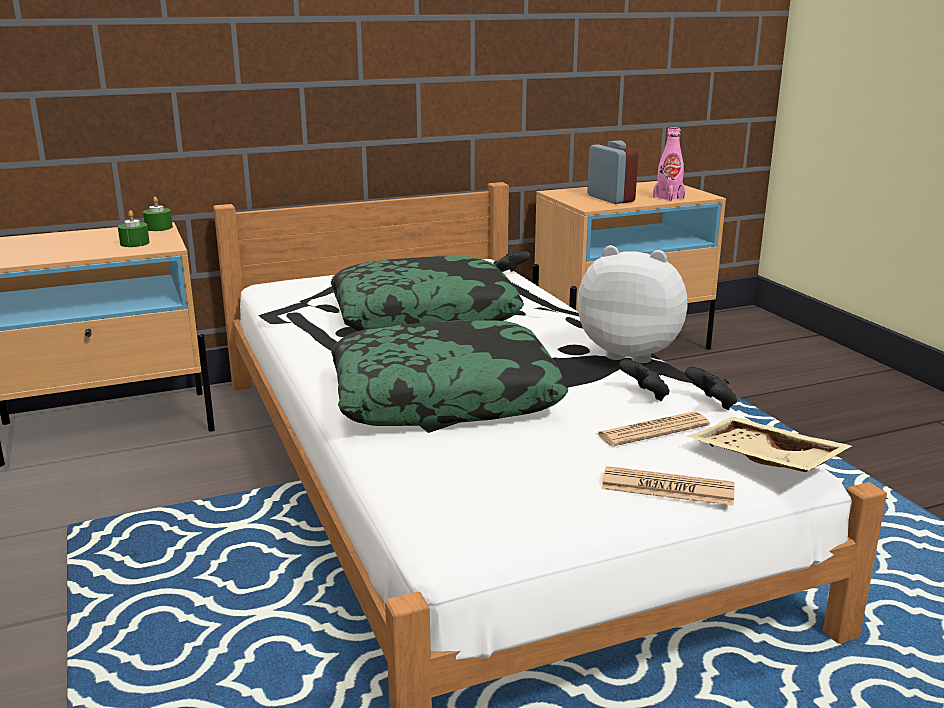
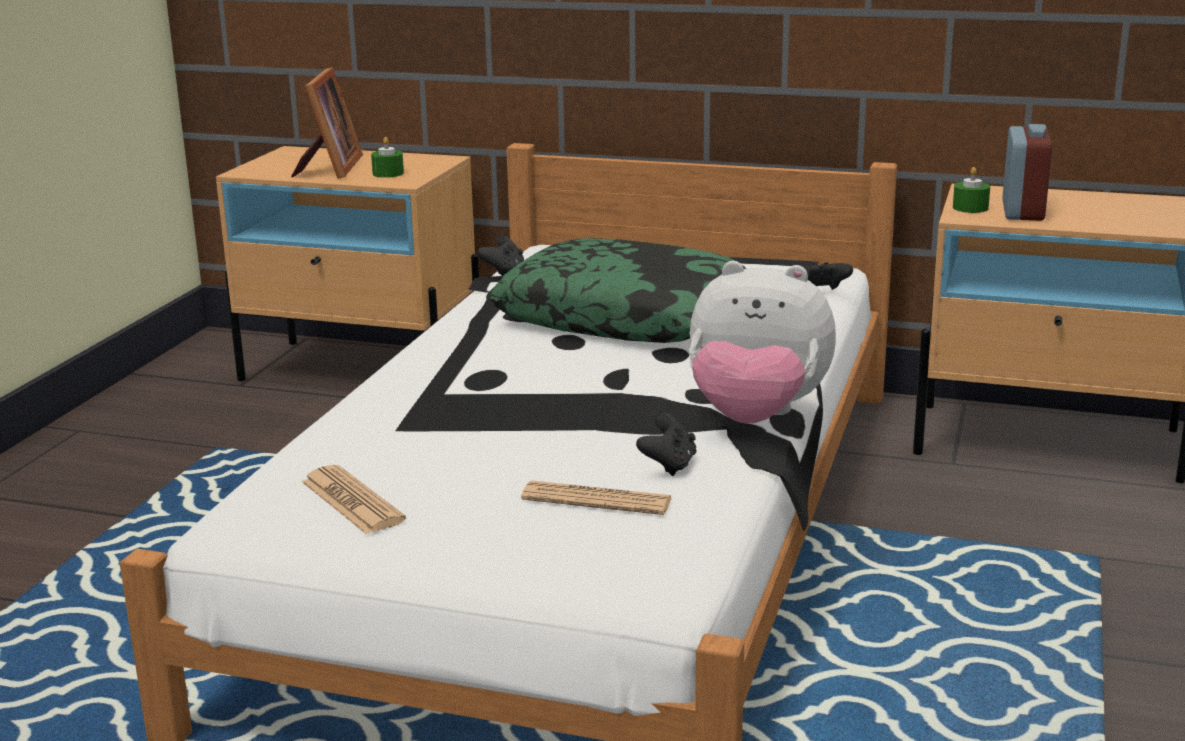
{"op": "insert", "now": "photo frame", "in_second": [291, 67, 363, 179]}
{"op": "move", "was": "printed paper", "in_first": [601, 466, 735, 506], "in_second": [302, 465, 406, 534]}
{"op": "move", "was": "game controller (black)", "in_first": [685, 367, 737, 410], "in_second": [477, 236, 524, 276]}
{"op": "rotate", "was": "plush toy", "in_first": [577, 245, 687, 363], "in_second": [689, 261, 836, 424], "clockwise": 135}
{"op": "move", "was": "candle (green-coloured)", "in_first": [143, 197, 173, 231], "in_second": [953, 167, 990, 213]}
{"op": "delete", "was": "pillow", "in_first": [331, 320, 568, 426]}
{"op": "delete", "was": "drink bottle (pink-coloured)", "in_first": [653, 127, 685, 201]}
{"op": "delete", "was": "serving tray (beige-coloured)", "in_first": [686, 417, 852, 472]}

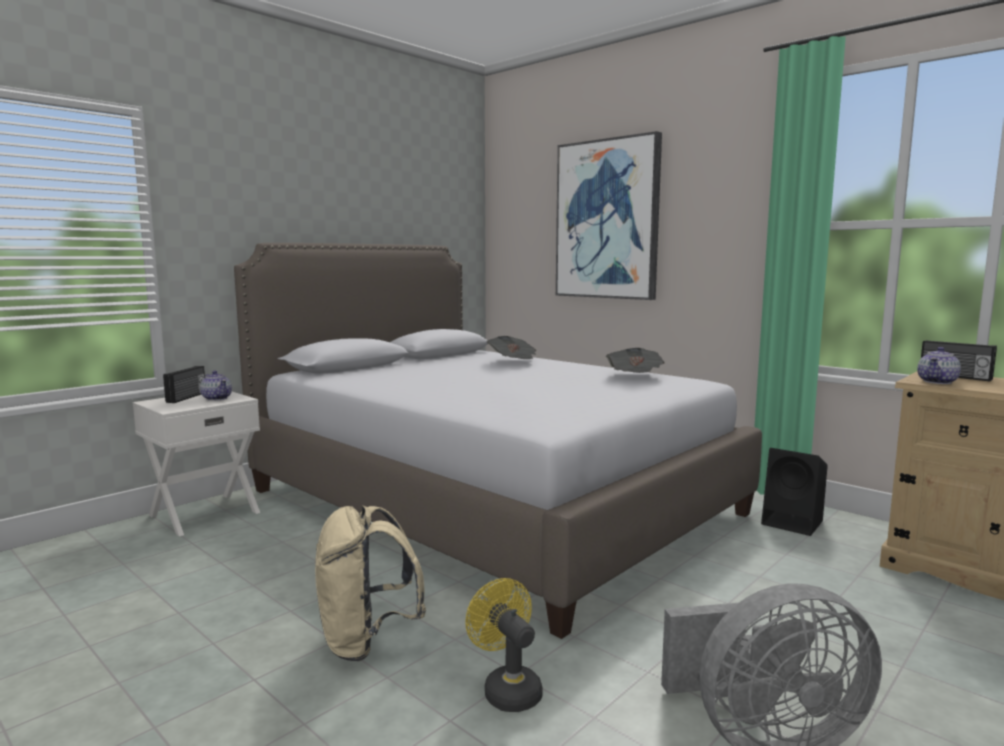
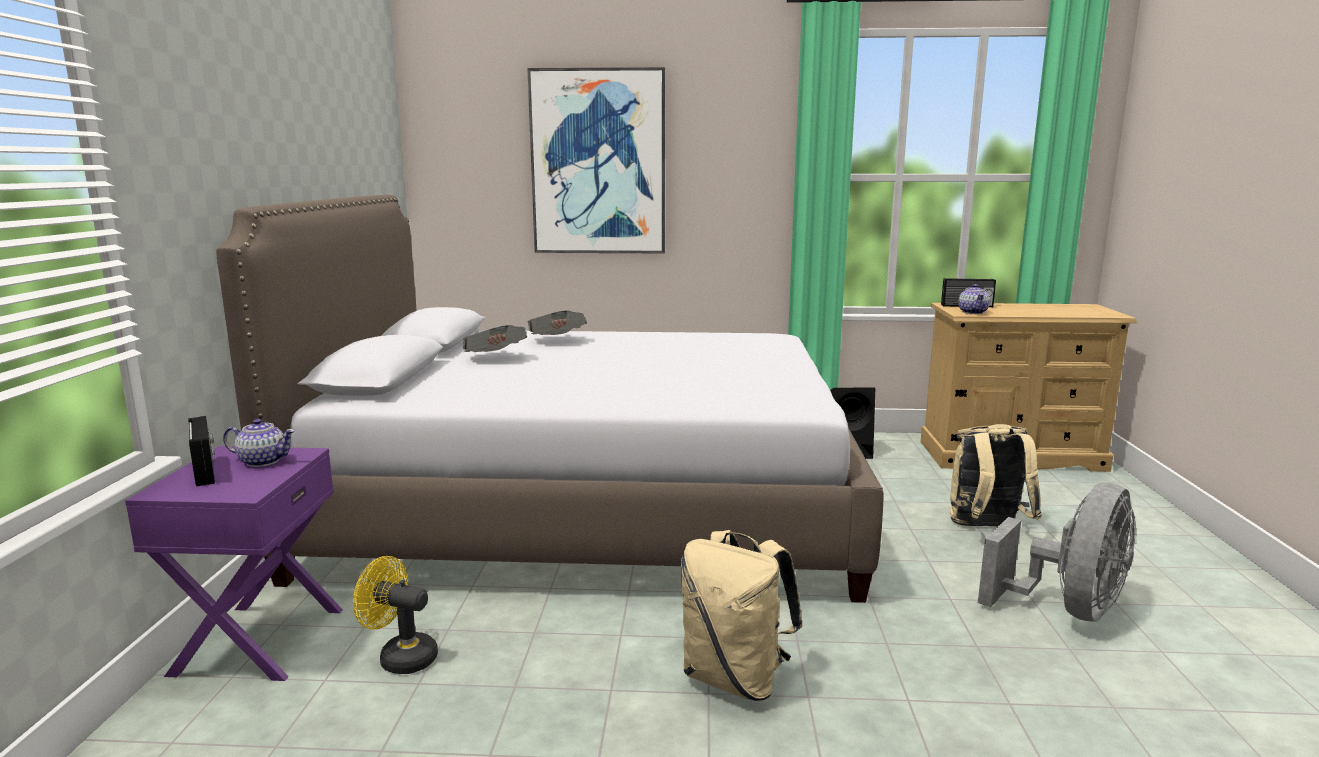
{"op": "recolor", "was": "bedside table (white)", "now": "bedside table (purple)", "in_first": [133, 392, 260, 536], "in_second": [125, 446, 343, 681]}
{"op": "move", "was": "cooling fan (yellowish)", "in_first": [465, 578, 543, 712], "in_second": [353, 556, 438, 674]}
{"op": "move", "was": "printed paper", "in_first": [606, 348, 665, 373], "in_second": [463, 325, 528, 352]}
{"op": "insert", "now": "rucksack (beige-coloured)", "in_second": [949, 424, 1042, 527]}

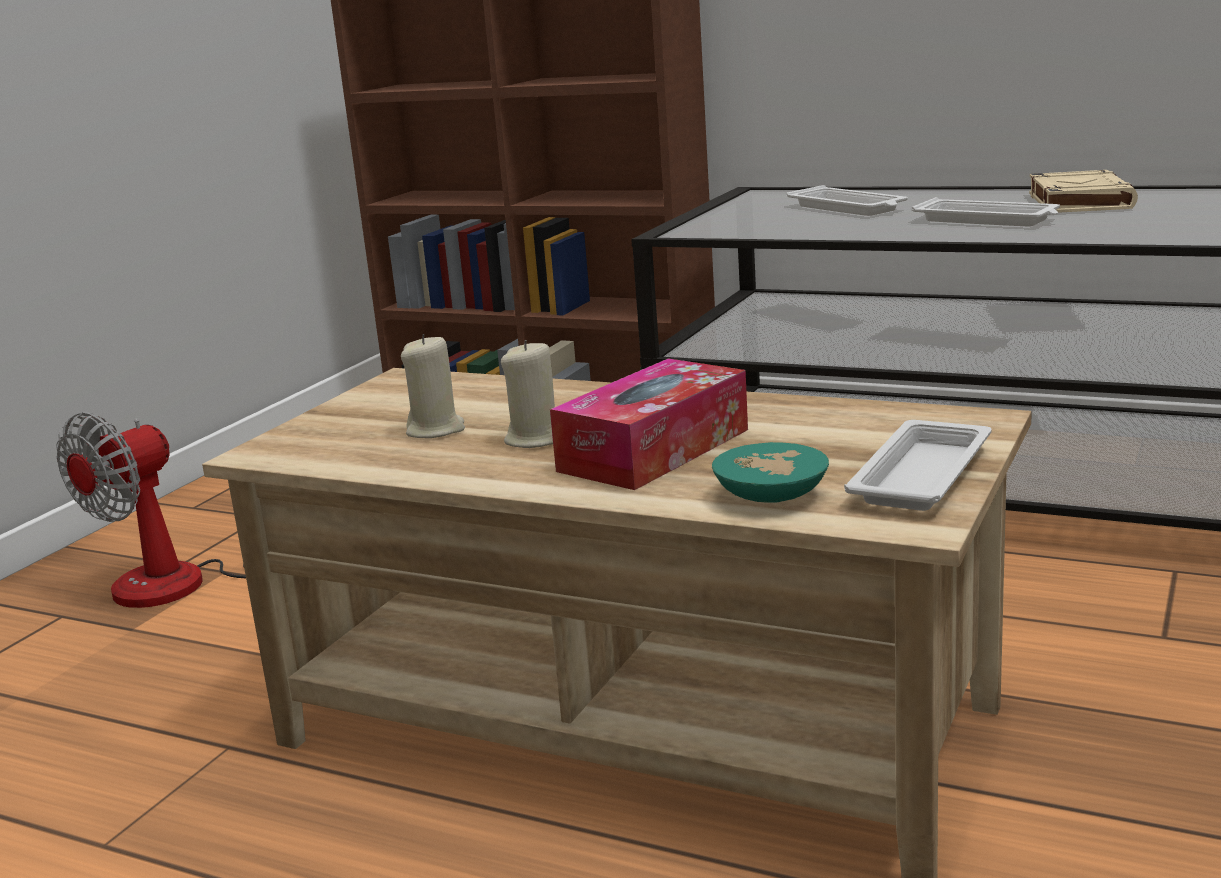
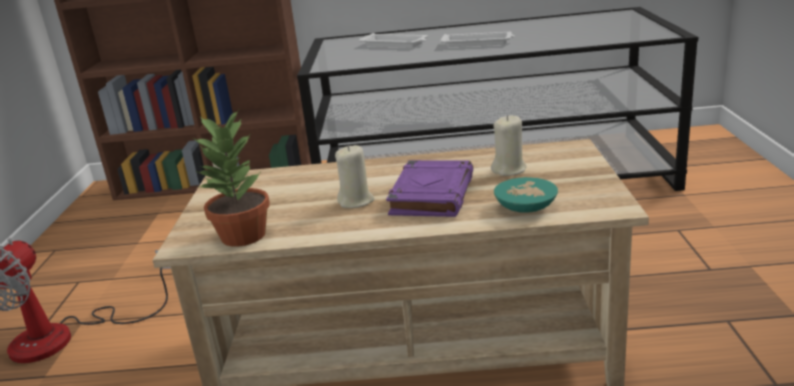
{"op": "insert", "now": "houseplant", "in_second": [193, 109, 270, 247]}
{"op": "replace", "was": "box of tissues", "now": "volume (purple)", "in_first": [550, 358, 748, 490], "in_second": [386, 160, 473, 217]}
{"op": "move", "was": "candle (beige-coloured)", "in_first": [401, 334, 465, 438], "in_second": [491, 115, 527, 176]}
{"op": "delete", "was": "serving tray (white)", "in_first": [844, 420, 992, 511]}
{"op": "delete", "was": "volume (beige-coloured)", "in_first": [1029, 170, 1138, 213]}

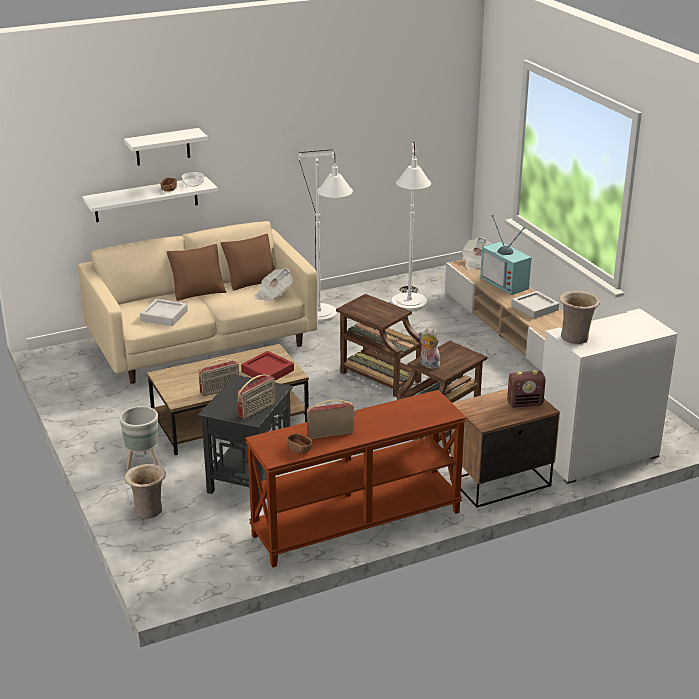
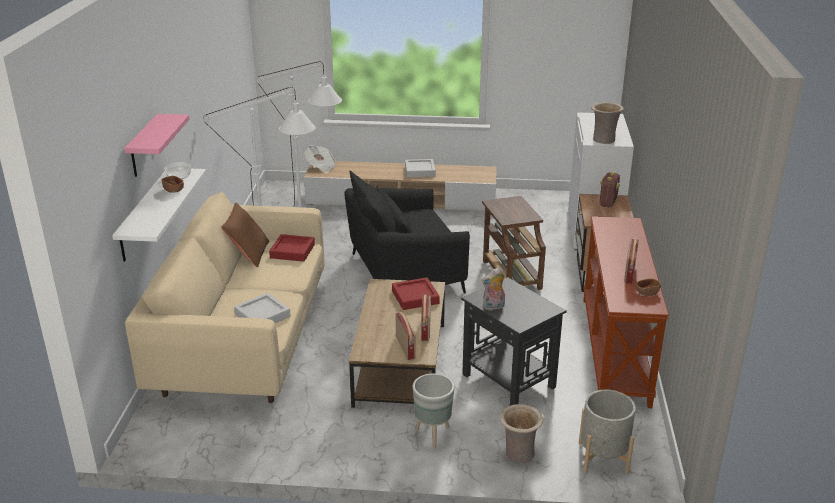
{"op": "recolor", "was": "shelf (white)", "now": "shelf (pink-coloured)", "in_first": [124, 128, 208, 166], "in_second": [124, 114, 190, 177]}
{"op": "replace", "was": "printed paper", "now": "serving tray (red)", "in_first": [254, 269, 293, 302], "in_second": [269, 234, 315, 262]}
{"op": "replace", "was": "side table (brown)", "now": "easy chair (black)", "in_first": [336, 294, 422, 397], "in_second": [344, 170, 470, 294]}
{"op": "move", "was": "radio", "in_first": [237, 375, 276, 419], "in_second": [396, 312, 416, 360]}
{"op": "move", "was": "plush toy", "in_first": [419, 328, 440, 369], "in_second": [481, 267, 505, 311]}
{"op": "insert", "now": "planter (grey)", "in_second": [579, 390, 636, 473]}
{"op": "delete", "was": "pillow (brown)", "in_first": [167, 244, 226, 301]}
{"op": "delete", "was": "TV set", "in_first": [480, 215, 531, 295]}

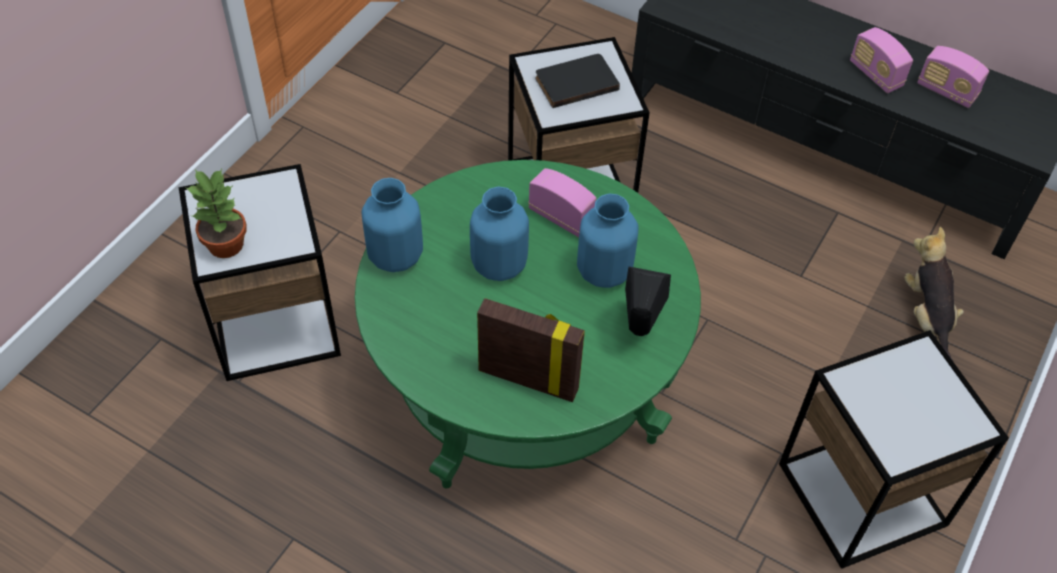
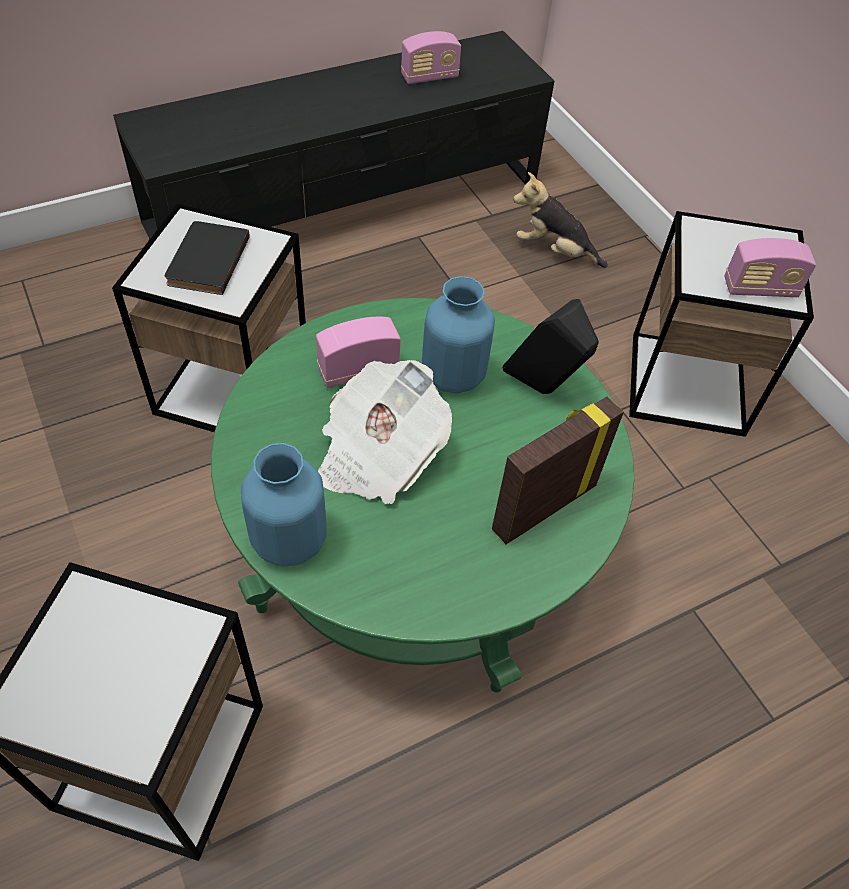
{"op": "replace", "was": "flower vase (bluish)", "now": "printed paper", "in_first": [470, 187, 529, 281], "in_second": [318, 360, 452, 504]}
{"op": "move", "was": "radio", "in_first": [850, 27, 913, 93], "in_second": [725, 238, 816, 297]}
{"op": "delete", "was": "houseplant", "in_first": [186, 169, 247, 258]}

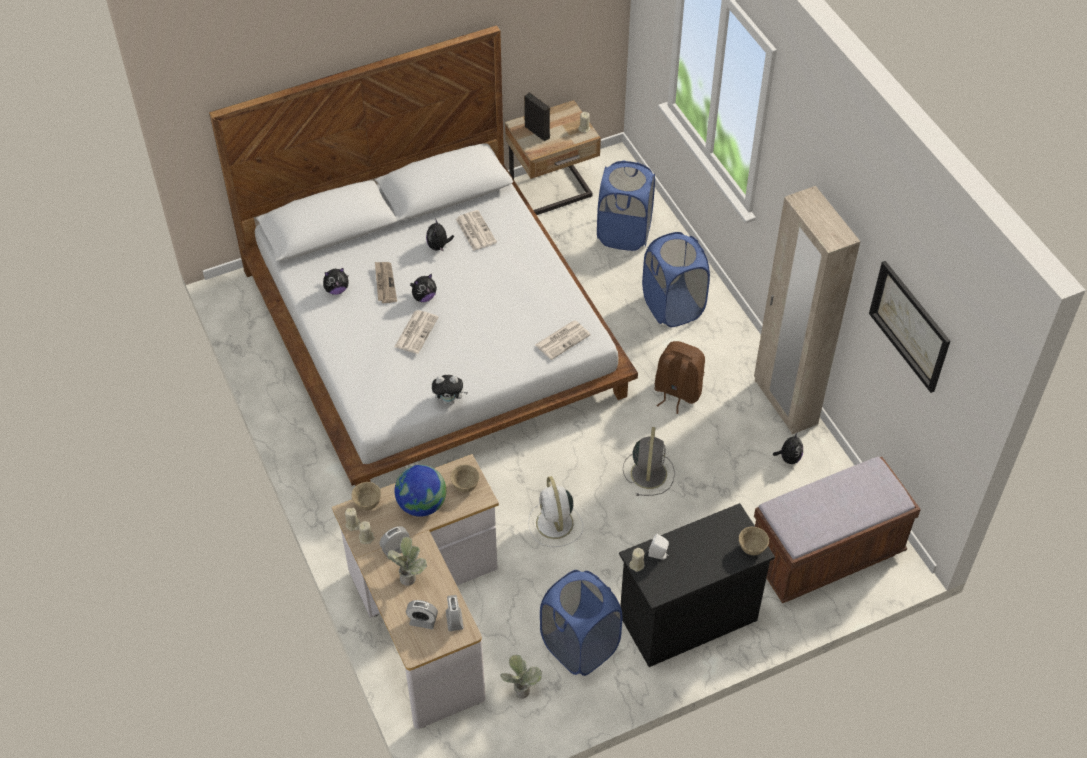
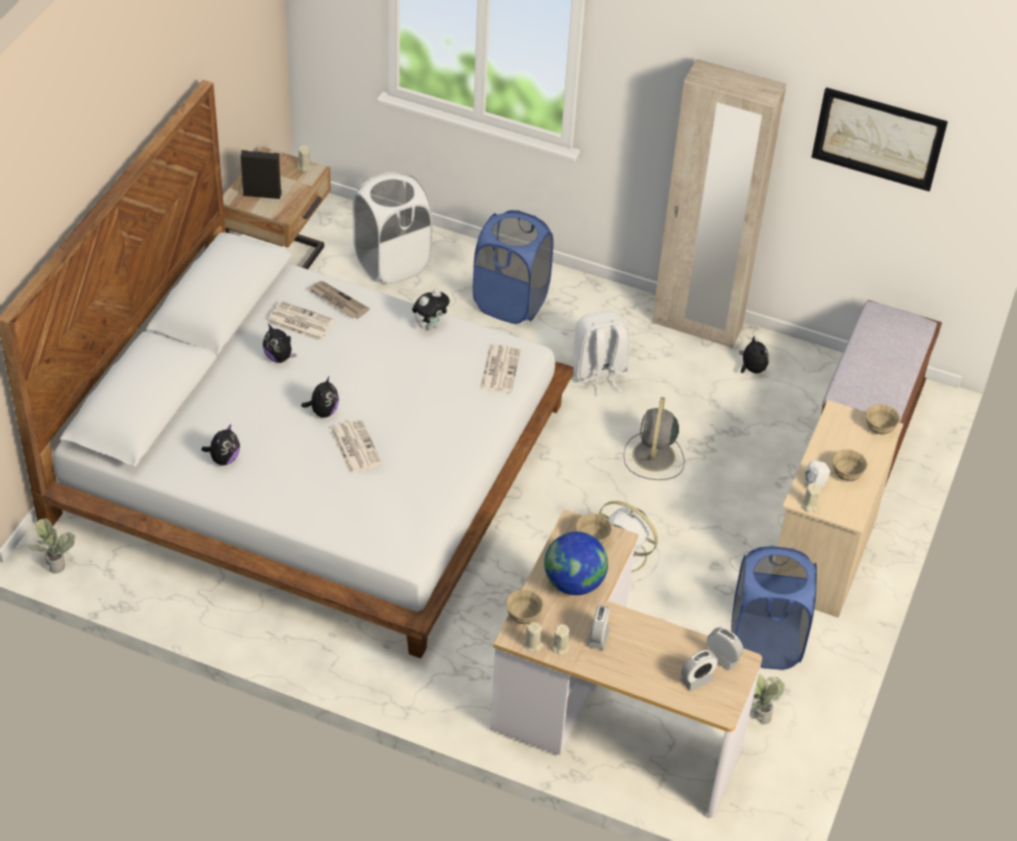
{"op": "move", "was": "houseplant", "in_first": [388, 537, 427, 586], "in_second": [27, 518, 75, 574]}
{"op": "move", "was": "printed paper", "in_first": [375, 262, 397, 303], "in_second": [309, 281, 369, 319]}
{"op": "recolor", "was": "laundry basket (bluish)", "now": "laundry basket (white)", "in_first": [597, 161, 655, 251], "in_second": [353, 172, 433, 284]}
{"op": "move", "was": "plush toy", "in_first": [432, 375, 468, 404], "in_second": [412, 289, 449, 330]}
{"op": "recolor", "was": "rucksack (brown)", "now": "rucksack (white)", "in_first": [654, 341, 705, 414], "in_second": [572, 310, 629, 396]}
{"op": "rotate", "was": "cooling fan (grey)", "in_first": [623, 427, 675, 496], "in_second": [623, 397, 685, 480], "clockwise": -135}
{"op": "recolor", "was": "drawer chest (black)", "now": "drawer chest (beige-coloured)", "in_first": [619, 503, 775, 667], "in_second": [778, 400, 903, 618]}
{"op": "insert", "now": "bowl (beige-coloured)", "in_second": [833, 450, 868, 481]}

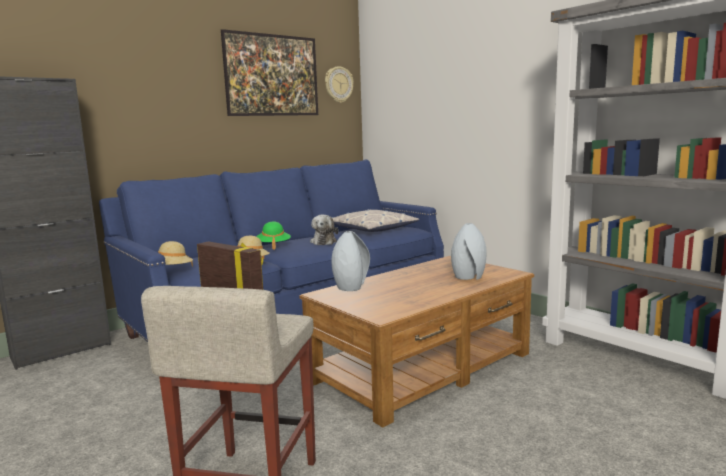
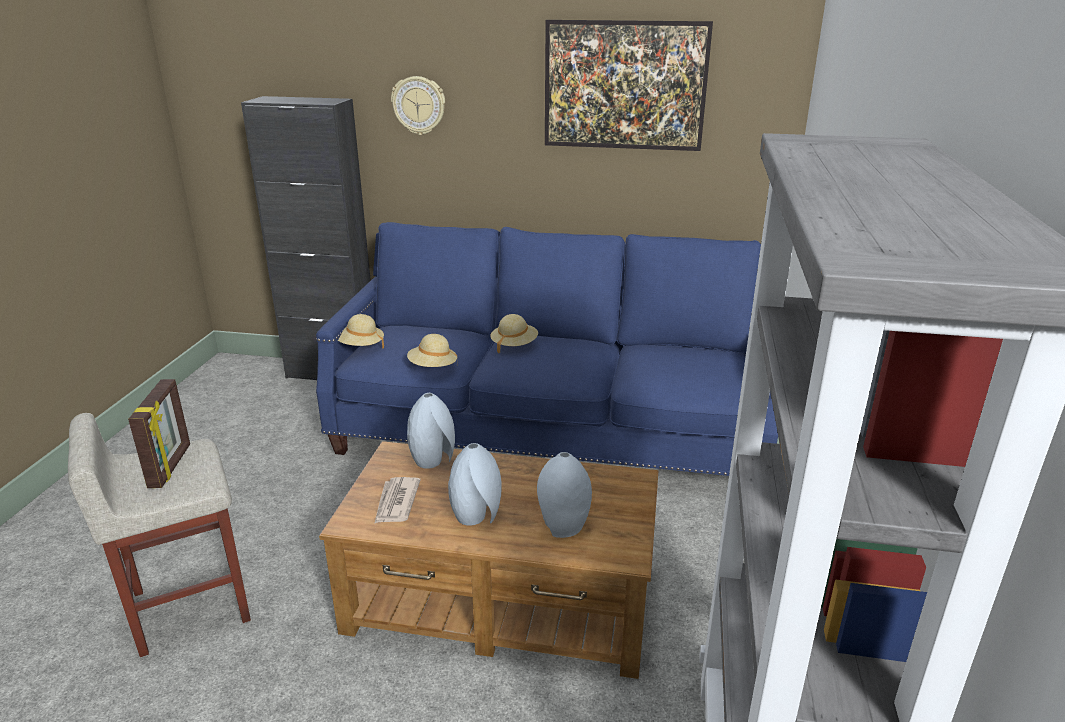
{"op": "insert", "now": "printed paper", "in_second": [374, 477, 421, 524]}
{"op": "move", "was": "clock on the wall", "in_first": [325, 66, 354, 103], "in_second": [391, 76, 445, 135]}
{"op": "insert", "now": "flower vase (grey)", "in_second": [448, 443, 502, 526]}
{"op": "recolor", "was": "wearable hat (green-coloured)", "now": "wearable hat (beige-coloured)", "in_first": [256, 221, 291, 250], "in_second": [490, 314, 538, 353]}
{"op": "delete", "was": "plush toy", "in_first": [310, 215, 338, 245]}
{"op": "delete", "was": "pillow", "in_first": [331, 209, 420, 232]}

